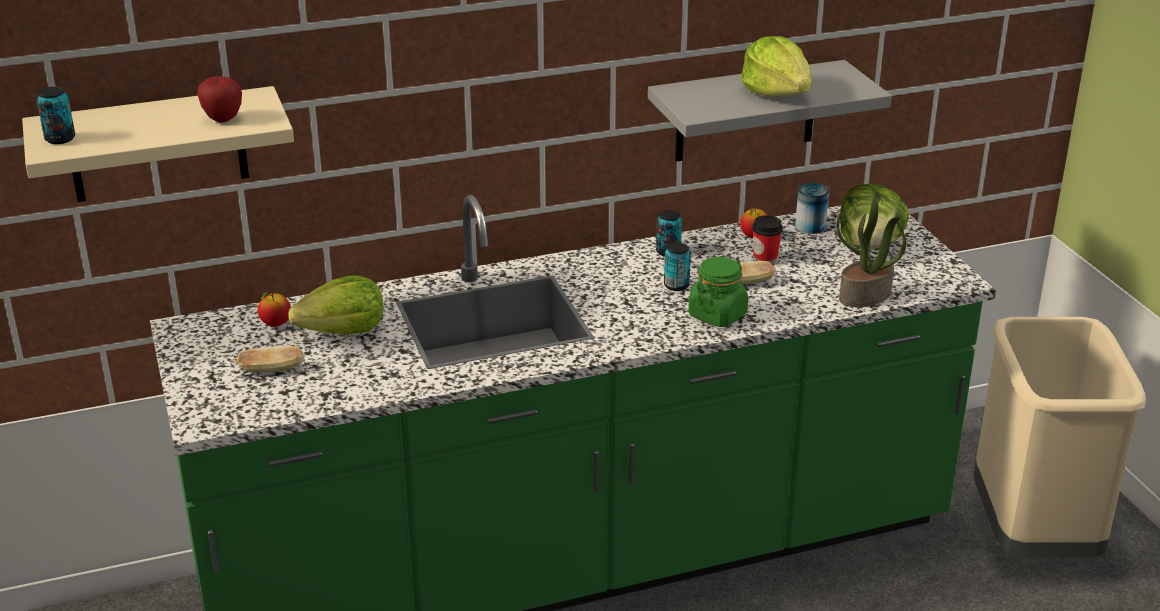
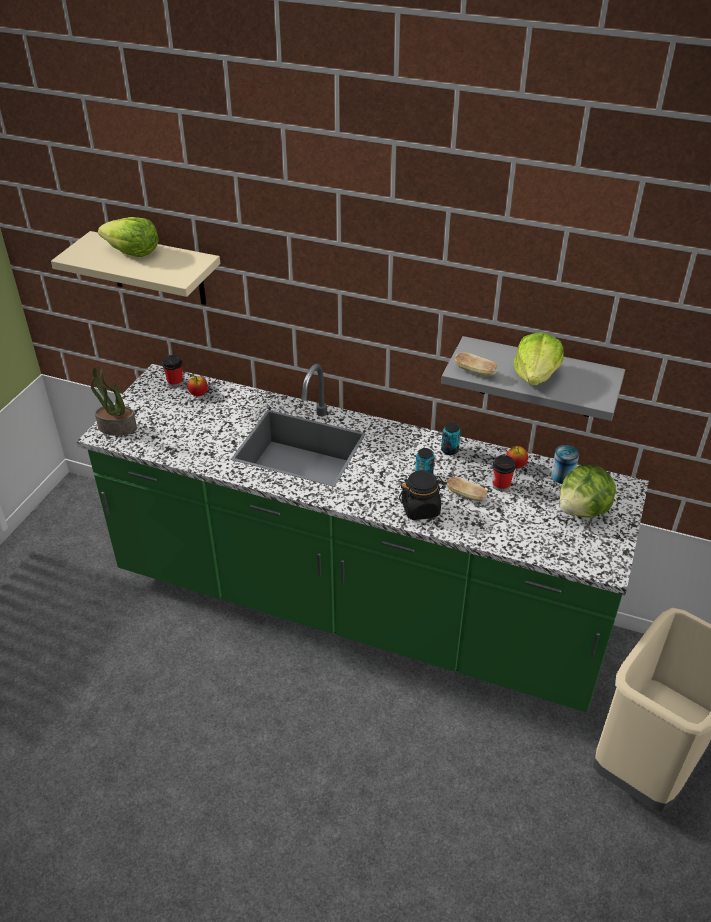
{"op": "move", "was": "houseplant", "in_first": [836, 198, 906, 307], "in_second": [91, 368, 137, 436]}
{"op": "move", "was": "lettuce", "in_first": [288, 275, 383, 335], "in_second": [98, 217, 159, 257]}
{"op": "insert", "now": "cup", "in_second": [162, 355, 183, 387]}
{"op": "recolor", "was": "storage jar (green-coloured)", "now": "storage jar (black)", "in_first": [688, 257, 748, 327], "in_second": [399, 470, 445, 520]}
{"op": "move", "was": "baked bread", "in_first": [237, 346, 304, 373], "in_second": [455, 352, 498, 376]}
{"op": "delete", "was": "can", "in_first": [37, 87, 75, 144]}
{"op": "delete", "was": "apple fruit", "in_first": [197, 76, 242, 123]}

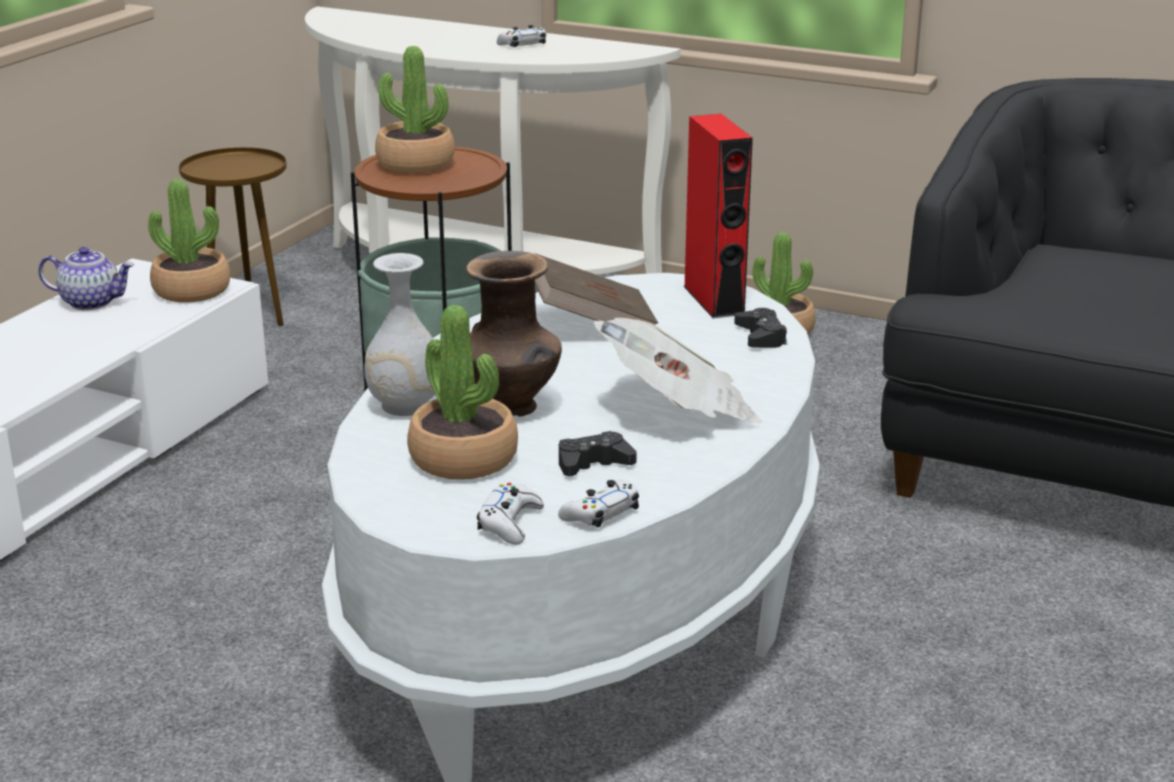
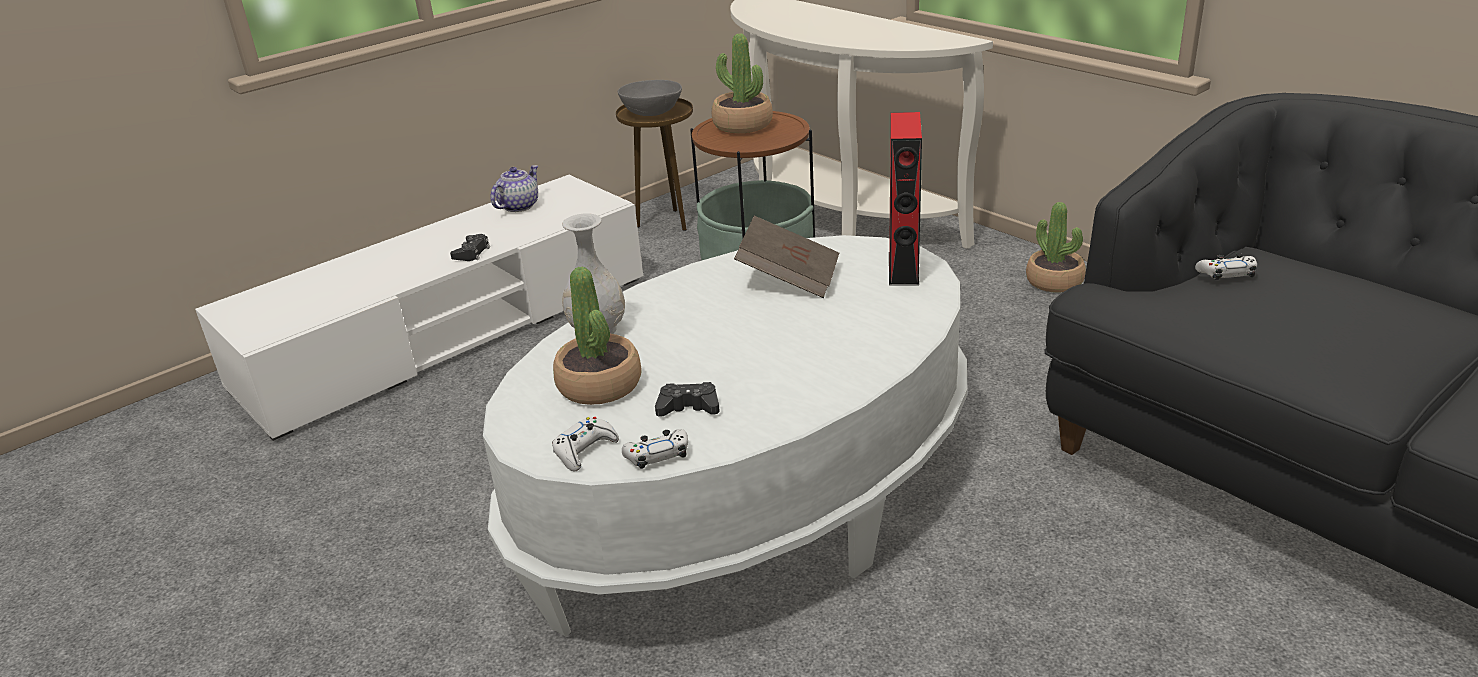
{"op": "move", "was": "game controller (black)", "in_first": [734, 308, 787, 348], "in_second": [450, 234, 490, 261]}
{"op": "rotate", "was": "pot for tea", "in_first": [38, 247, 134, 310], "in_second": [490, 165, 538, 212], "clockwise": -90}
{"op": "insert", "now": "bowl (grey)", "in_second": [618, 80, 682, 116]}
{"op": "move", "was": "game controller (white)", "in_first": [497, 25, 547, 47], "in_second": [1195, 253, 1257, 280]}
{"op": "delete", "was": "houseplant", "in_first": [148, 179, 230, 303]}
{"op": "delete", "was": "flower vase (brown)", "in_first": [466, 251, 562, 417]}
{"op": "delete", "was": "printed paper", "in_first": [594, 318, 763, 423]}

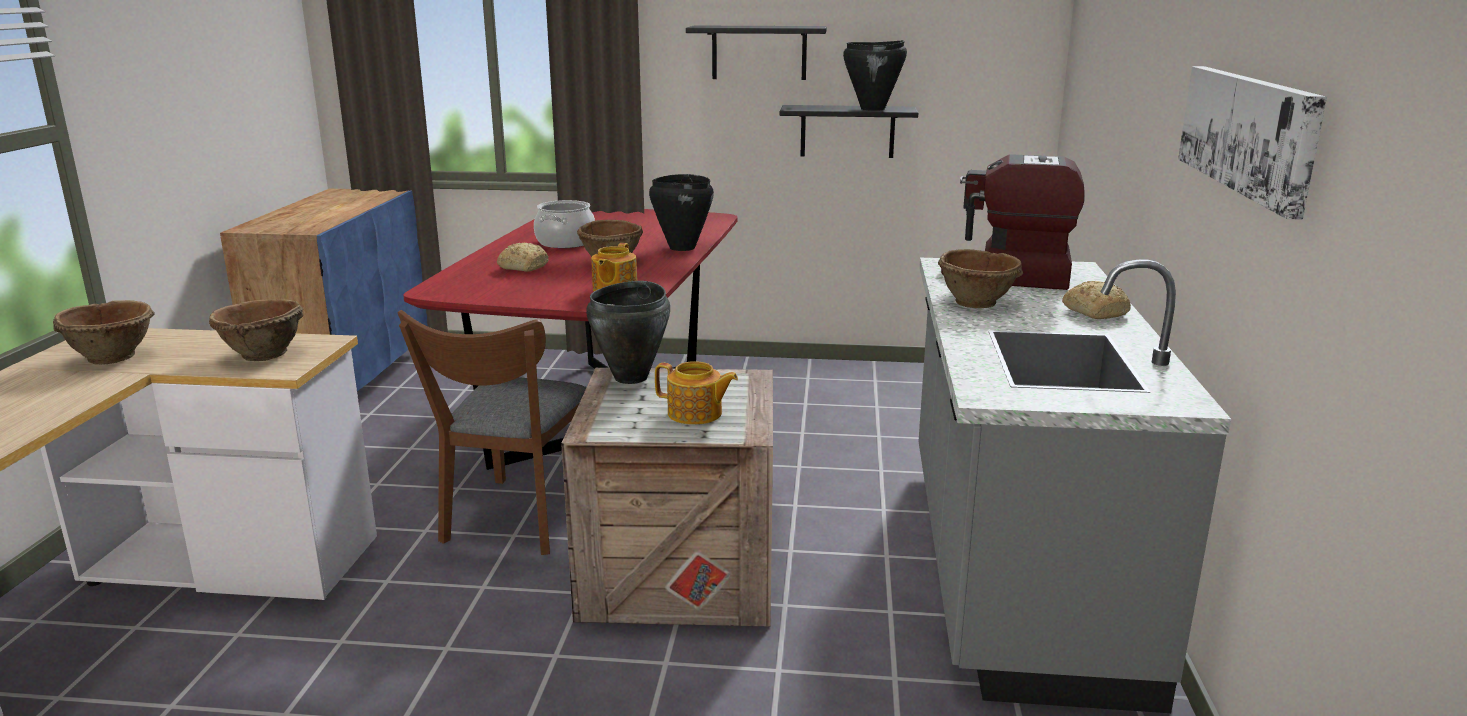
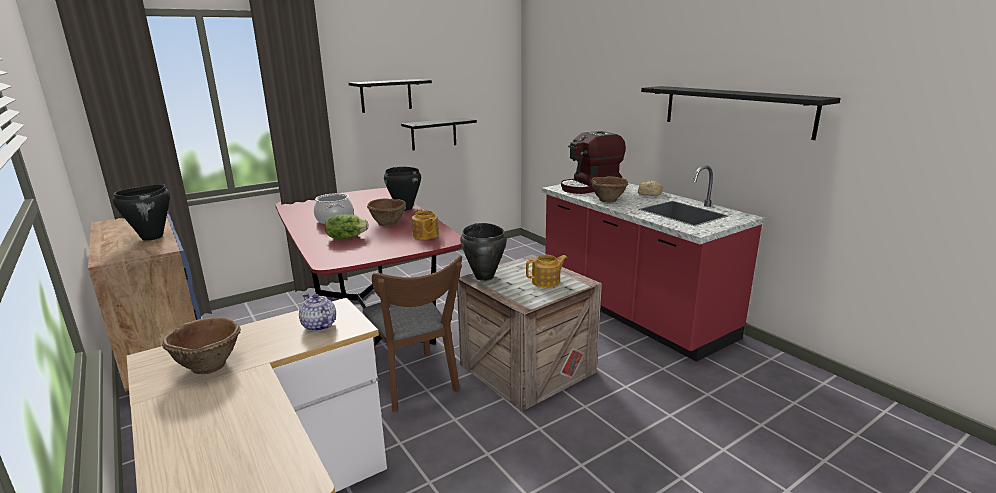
{"op": "move", "was": "cooking pot (black)", "in_first": [843, 40, 907, 111], "in_second": [113, 184, 170, 241]}
{"op": "replace", "was": "bowl (brown)", "now": "pot for tea", "in_first": [209, 299, 303, 361], "in_second": [299, 293, 336, 332]}
{"op": "replace", "was": "baked bread", "now": "lettuce", "in_first": [497, 242, 548, 272], "in_second": [325, 214, 369, 239]}
{"op": "recolor", "was": "kitchen base unit (grey)", "now": "kitchen base unit (red)", "in_first": [918, 258, 1231, 713], "in_second": [542, 165, 765, 362]}
{"op": "replace", "was": "wall art", "now": "shelf (black)", "in_first": [1178, 66, 1327, 219], "in_second": [641, 86, 841, 140]}

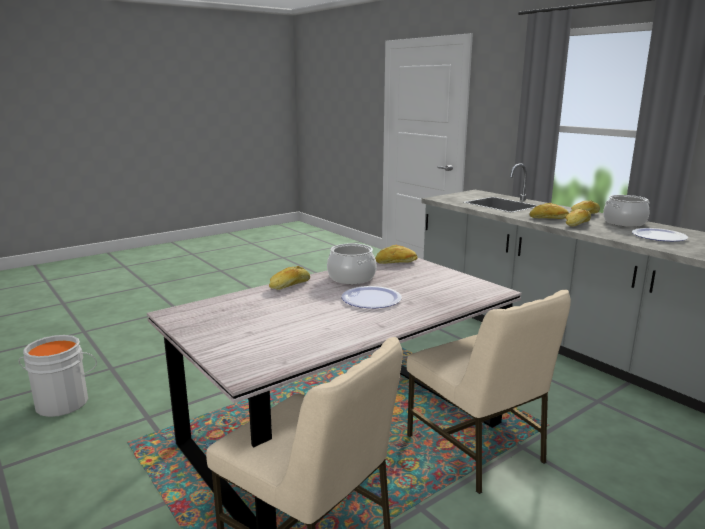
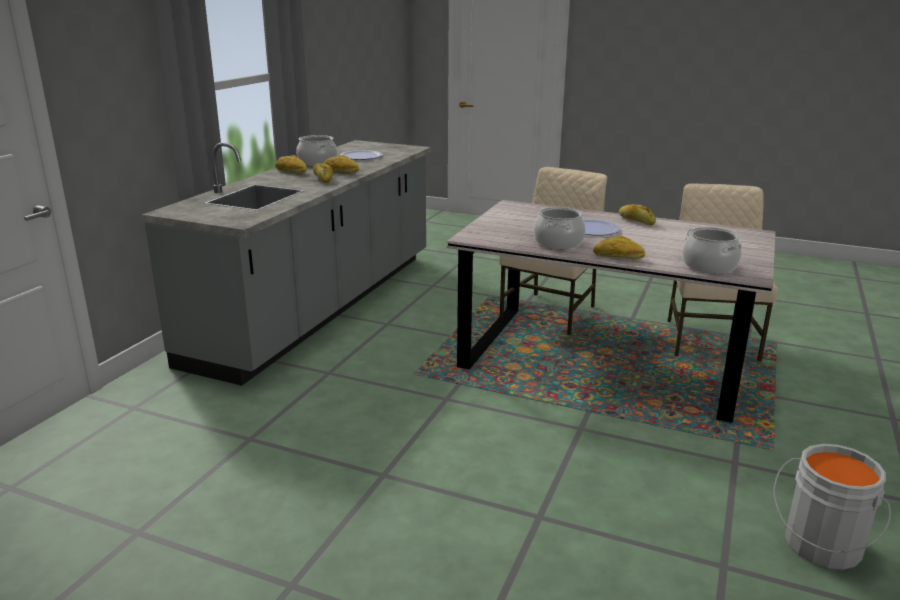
{"op": "move", "was": "baked bread", "in_first": [375, 244, 418, 264], "in_second": [619, 204, 656, 225]}
{"op": "insert", "now": "cooking pot", "in_second": [682, 227, 742, 274]}

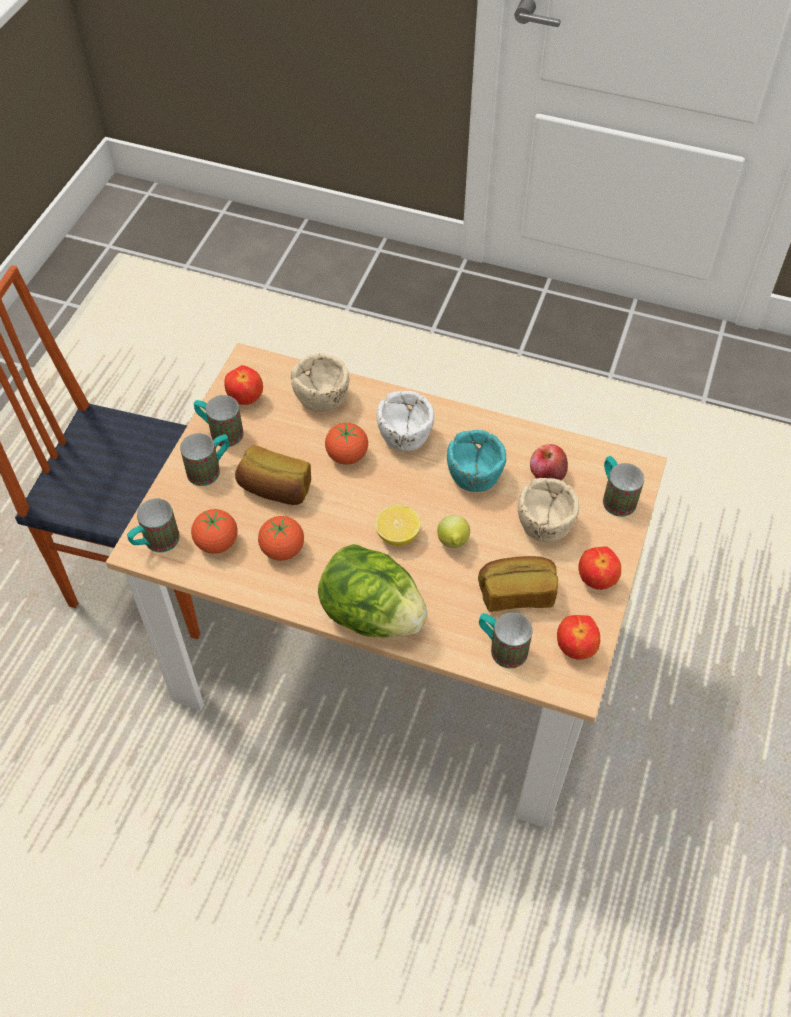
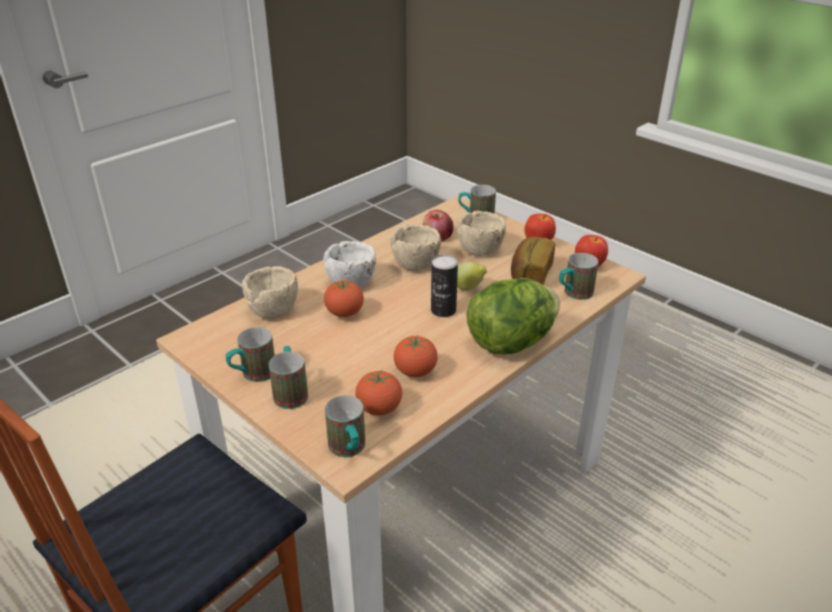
{"op": "recolor", "was": "bowl (turquoise-coloured)", "now": "bowl (beige-coloured)", "in_first": [447, 430, 506, 492], "in_second": [390, 224, 441, 271]}
{"op": "replace", "was": "whole lemon", "now": "can", "in_first": [375, 504, 421, 545], "in_second": [431, 255, 458, 317]}
{"op": "delete", "was": "apple fruit", "in_first": [224, 365, 263, 405]}
{"op": "delete", "was": "baked bread", "in_first": [235, 445, 311, 505]}

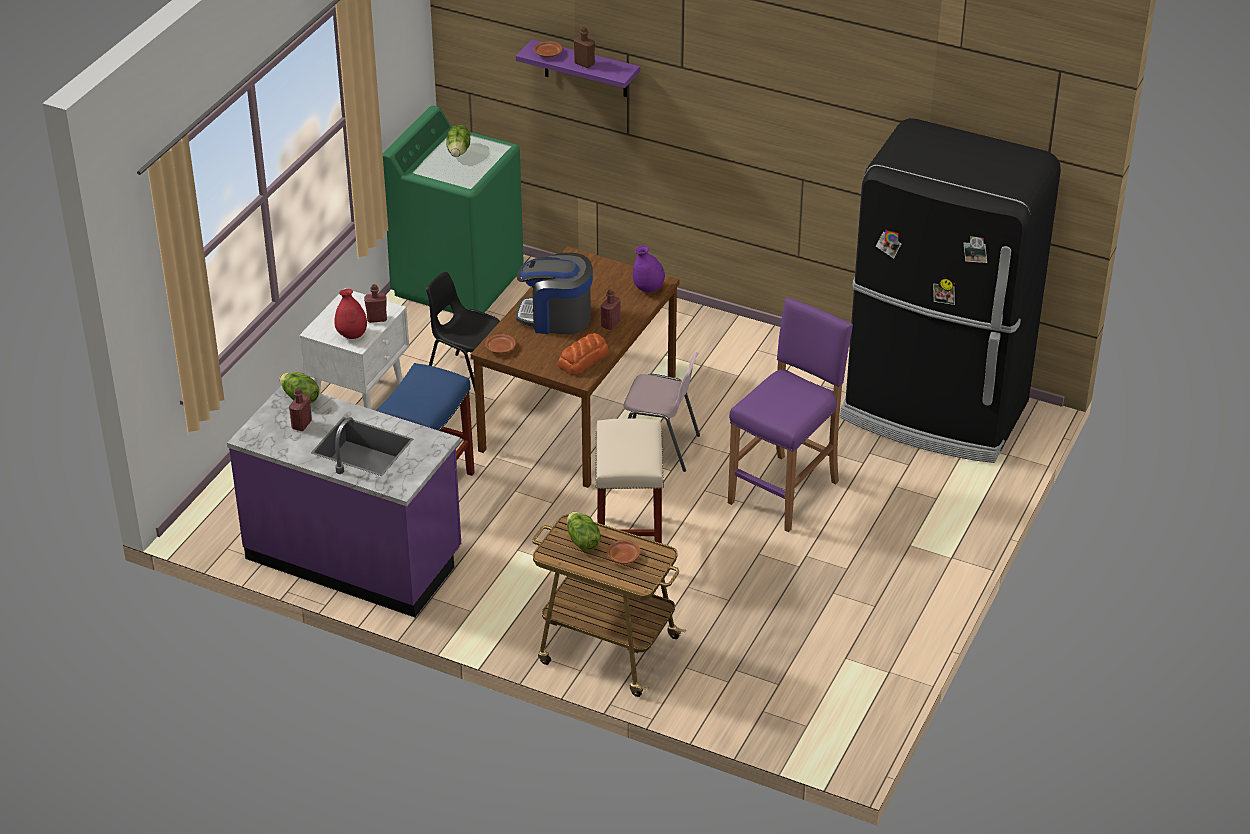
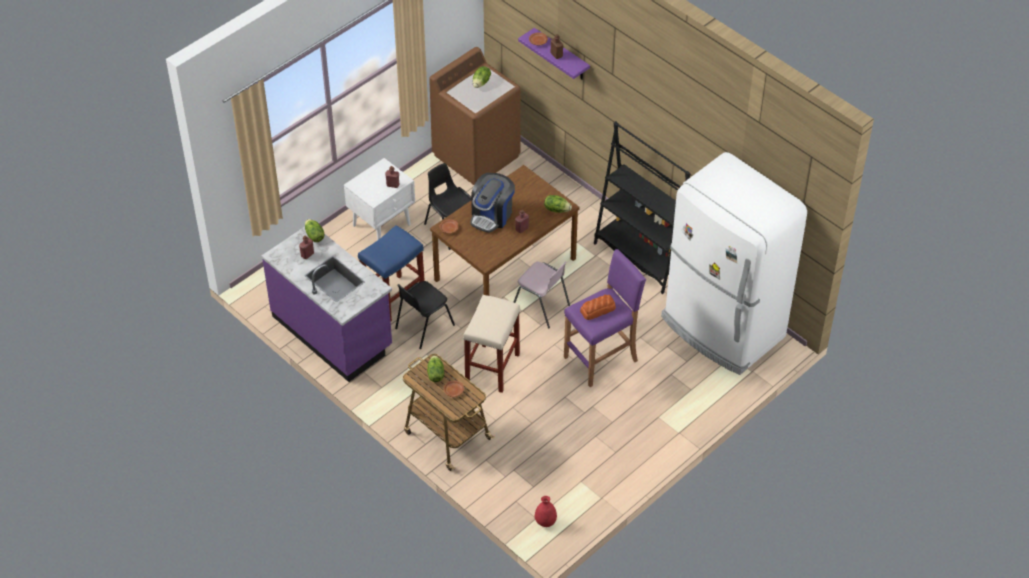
{"op": "insert", "now": "upright chair (black)", "in_second": [395, 281, 455, 349]}
{"op": "recolor", "was": "laundry machine (green-coloured)", "now": "laundry machine (brown)", "in_first": [383, 106, 524, 313], "in_second": [429, 47, 521, 185]}
{"op": "rotate", "was": "coffee maker", "in_first": [516, 253, 593, 335], "in_second": [471, 173, 515, 233], "clockwise": -90}
{"op": "move", "was": "flower vase (red)", "in_first": [334, 289, 367, 339], "in_second": [535, 496, 557, 527]}
{"op": "replace", "was": "flower vase (purple)", "now": "lettuce", "in_first": [633, 245, 665, 292], "in_second": [544, 195, 572, 213]}
{"op": "move", "was": "baked bread", "in_first": [558, 333, 609, 375], "in_second": [580, 294, 616, 320]}
{"op": "insert", "now": "shelving unit (black)", "in_second": [594, 121, 691, 294]}
{"op": "recolor", "was": "kitchen fridge (black)", "now": "kitchen fridge (white)", "in_first": [840, 118, 1061, 463], "in_second": [661, 152, 807, 375]}

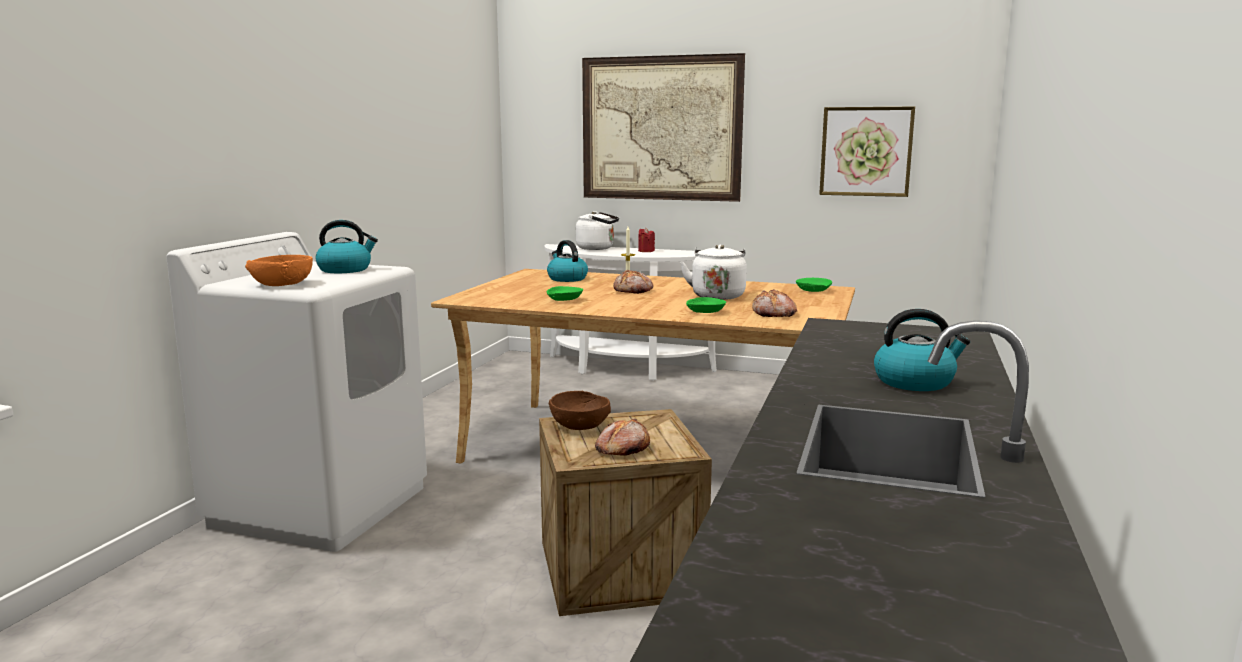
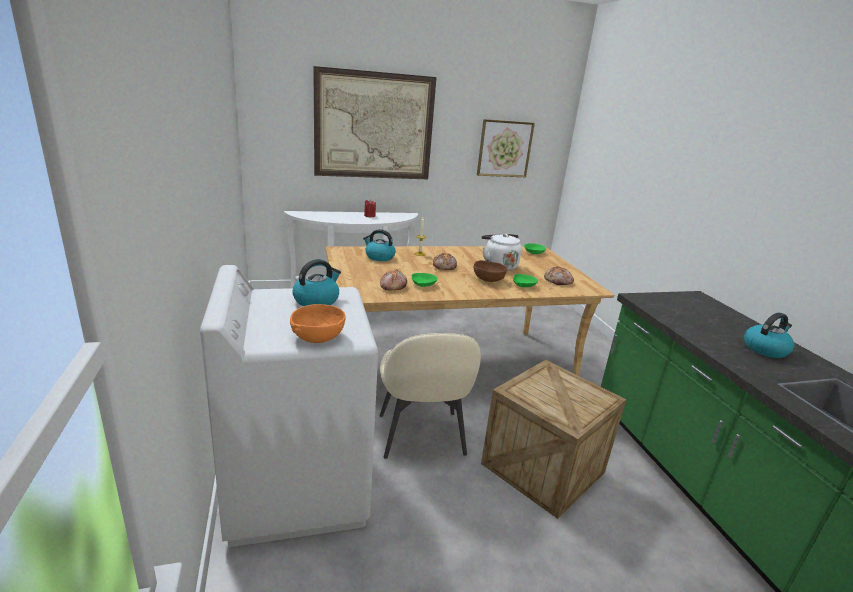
{"op": "move", "was": "baked bread", "in_first": [595, 419, 650, 456], "in_second": [380, 270, 407, 290]}
{"op": "insert", "now": "upright chair (beige-coloured)", "in_second": [380, 333, 481, 459]}
{"op": "move", "was": "bowl (brown)", "in_first": [549, 391, 611, 430], "in_second": [474, 260, 507, 282]}
{"op": "delete", "was": "water kettle (white)", "in_first": [576, 211, 619, 250]}

